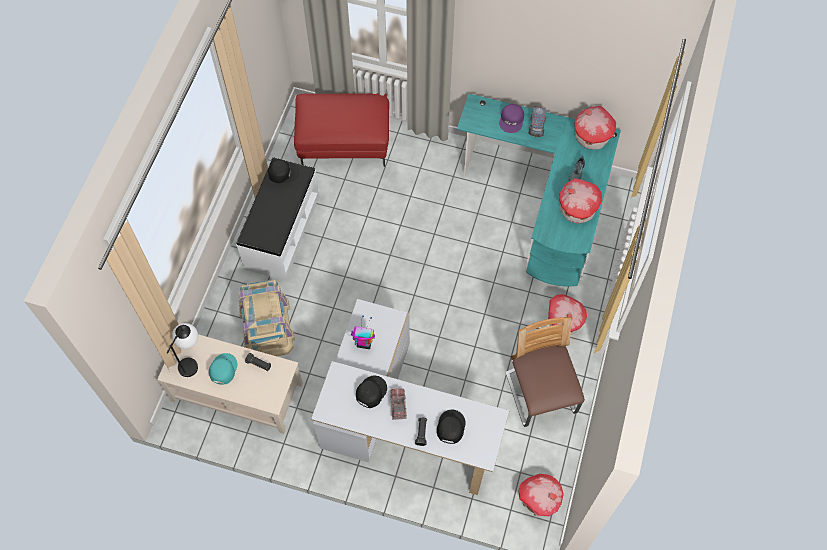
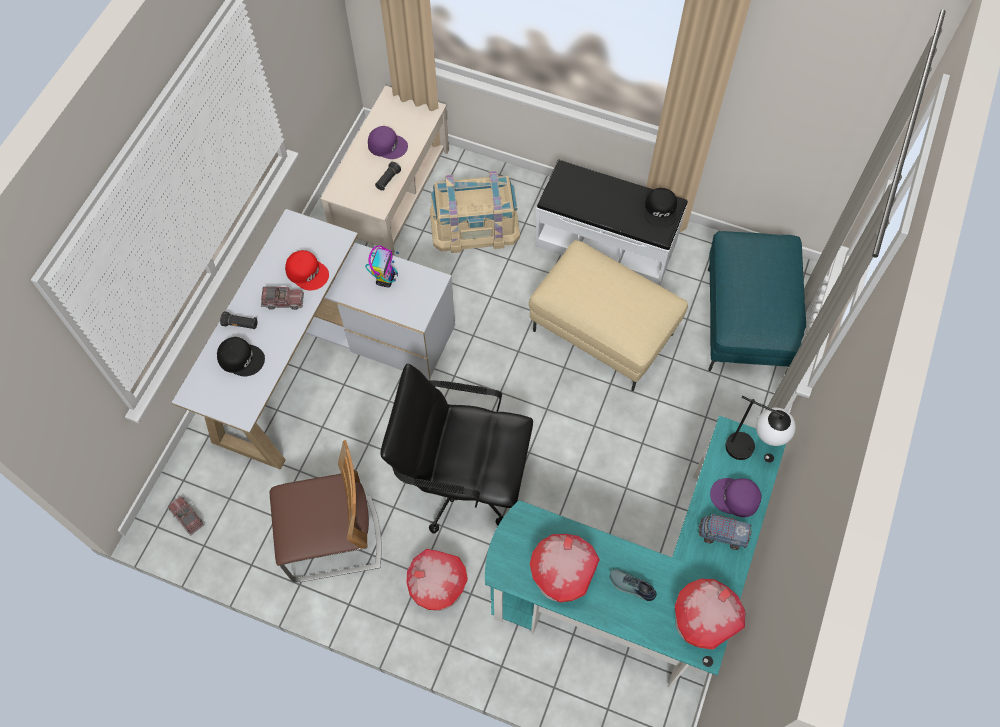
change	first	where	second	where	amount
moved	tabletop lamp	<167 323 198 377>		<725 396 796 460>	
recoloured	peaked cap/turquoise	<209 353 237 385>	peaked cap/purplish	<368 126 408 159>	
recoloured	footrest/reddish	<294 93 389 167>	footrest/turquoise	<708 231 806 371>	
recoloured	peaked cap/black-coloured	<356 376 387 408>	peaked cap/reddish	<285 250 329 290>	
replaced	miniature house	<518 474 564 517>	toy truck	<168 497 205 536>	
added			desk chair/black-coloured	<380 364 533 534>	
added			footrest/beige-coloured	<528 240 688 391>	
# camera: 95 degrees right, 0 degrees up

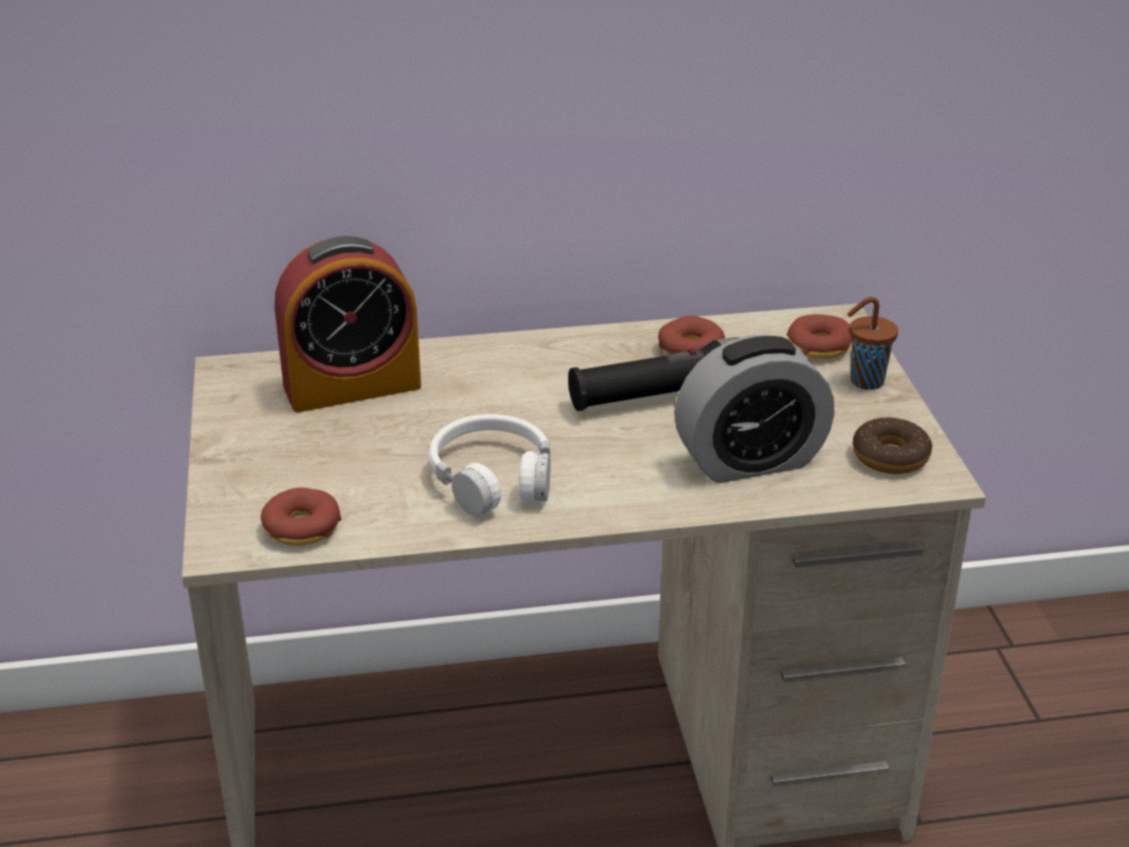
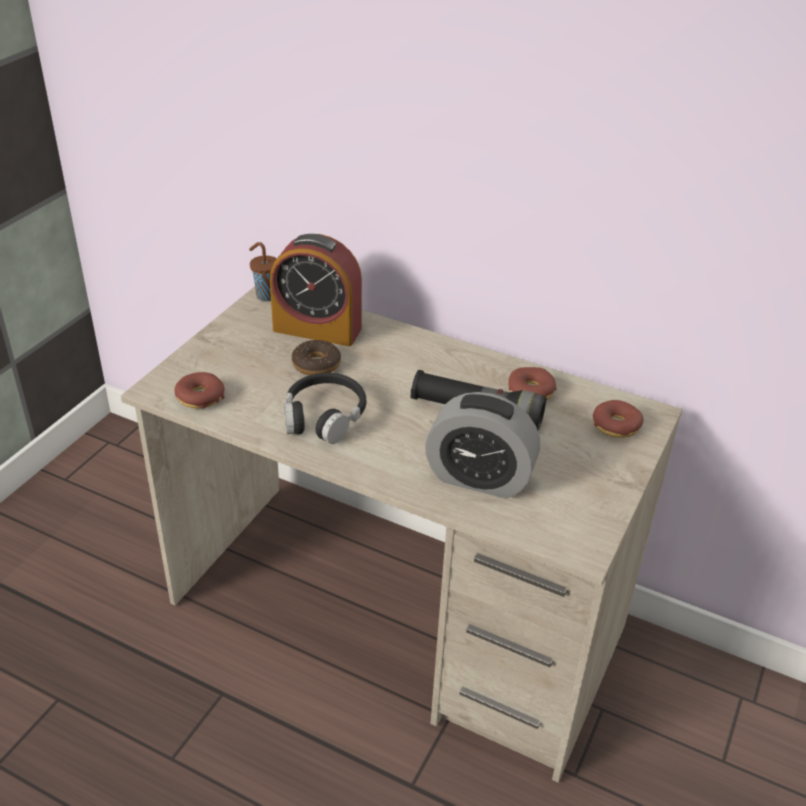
change	first	where	second	where	amount
recoloured	headphones/white-coloured	<428 414 550 516>	headphones/black-coloured	<284 373 366 444>	
moved	drinking cup/brownish	<847 297 898 390>		<249 242 277 301>	
moved	doughnut	<853 417 932 474>		<292 340 341 375>	
# camera: 35 degrees right, 5 degrees up

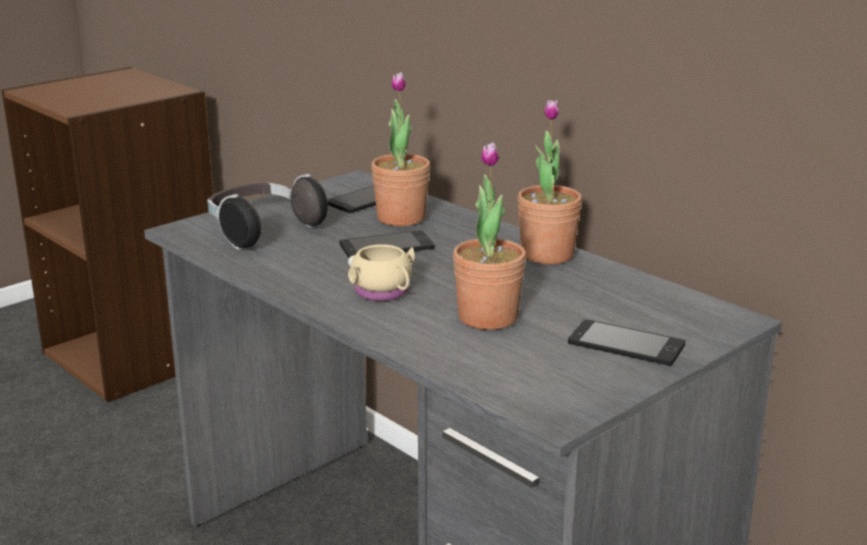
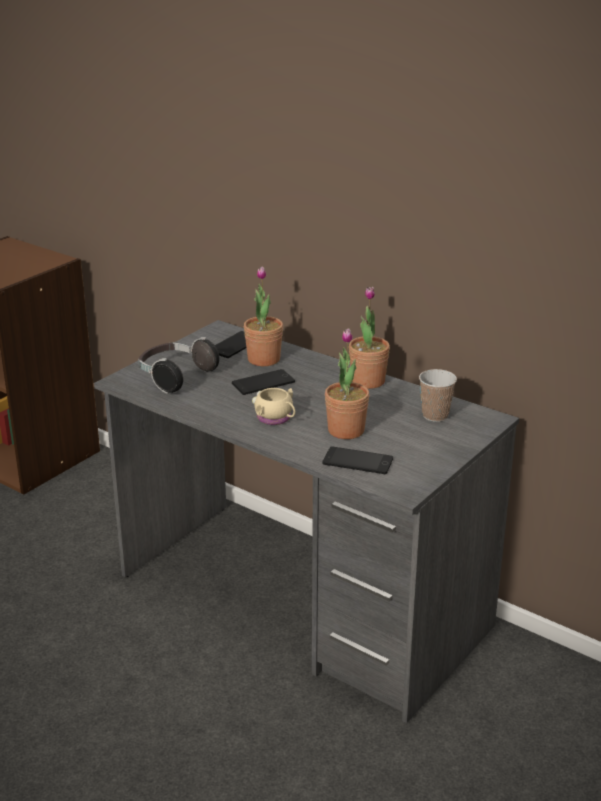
change	first	where	second	where	amount
moved	handset	<568 320 685 366>		<322 447 393 474>	
added			drinking cup	<419 369 457 422>	
# camera: 10 degrees left, 5 degrees up

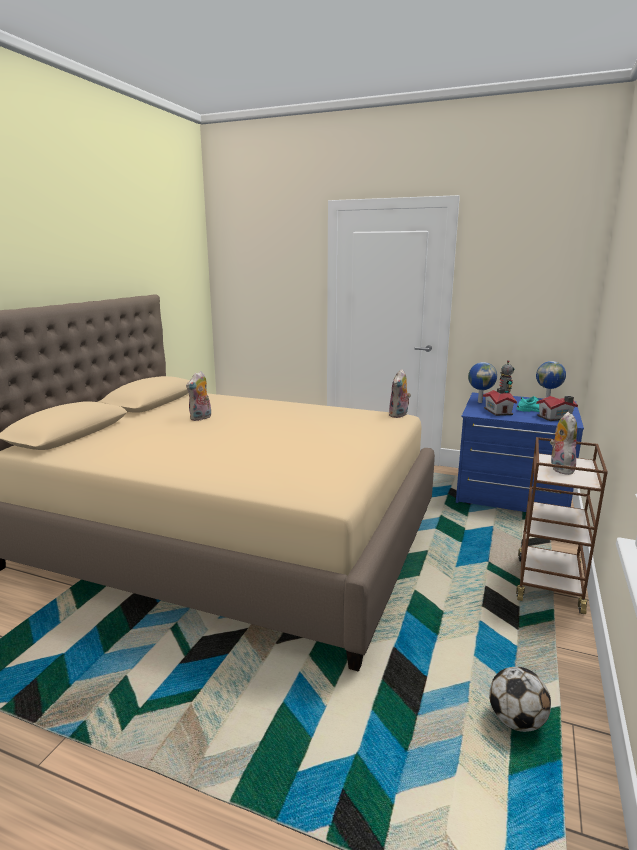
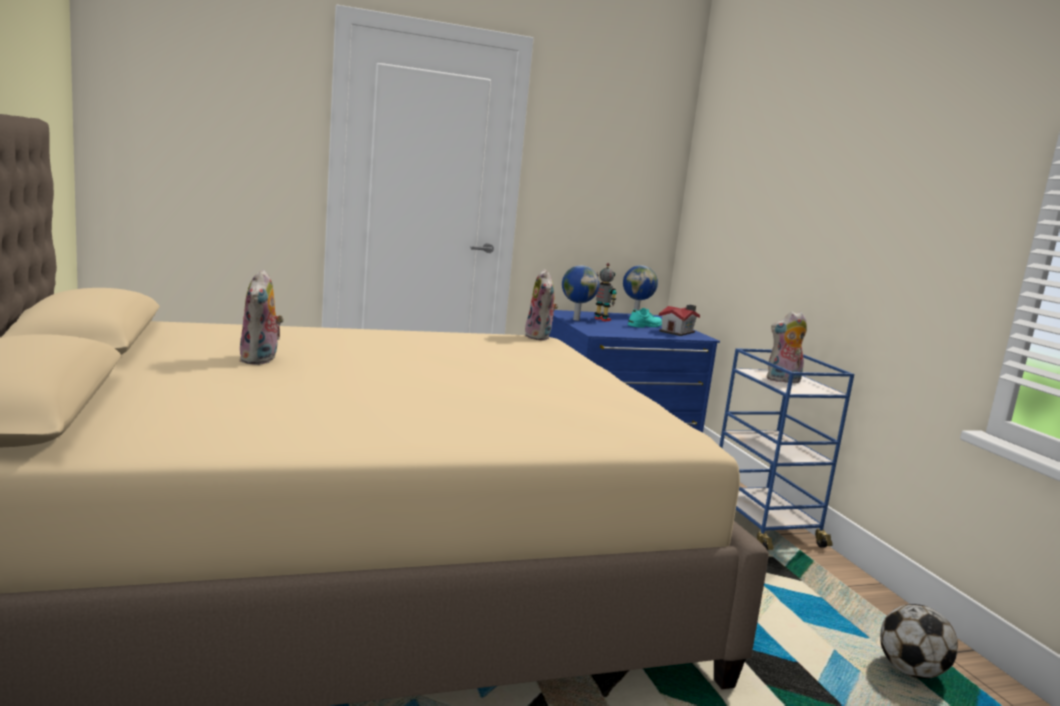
change	first	where	second	where	amount
removed	miniature house	<483 388 517 416>			
recoloured	wheeled cart/brownish	<516 437 608 614>	wheeled cart/blue	<719 348 854 551>	
turned	soft toy	<550 412 577 475>		<767 312 807 383>	75 degrees counterclockwise
# camera: 40 degrees left, 5 degrees down

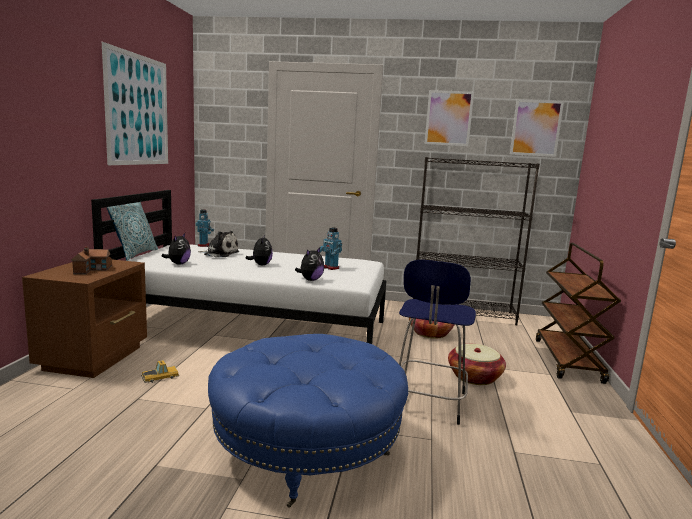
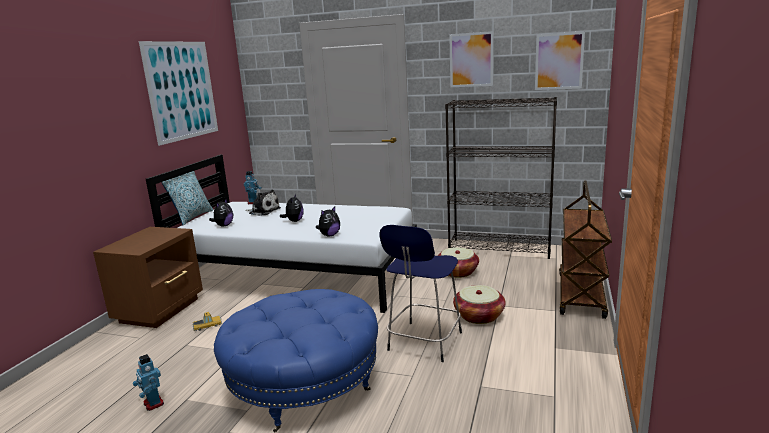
change	first	where	second	where	amount
removed	miniature house	<71 246 112 274>			
moved	robot figure	<320 227 342 270>		<133 354 164 411>	
# camera: 10 degrees right, 5 degrees up

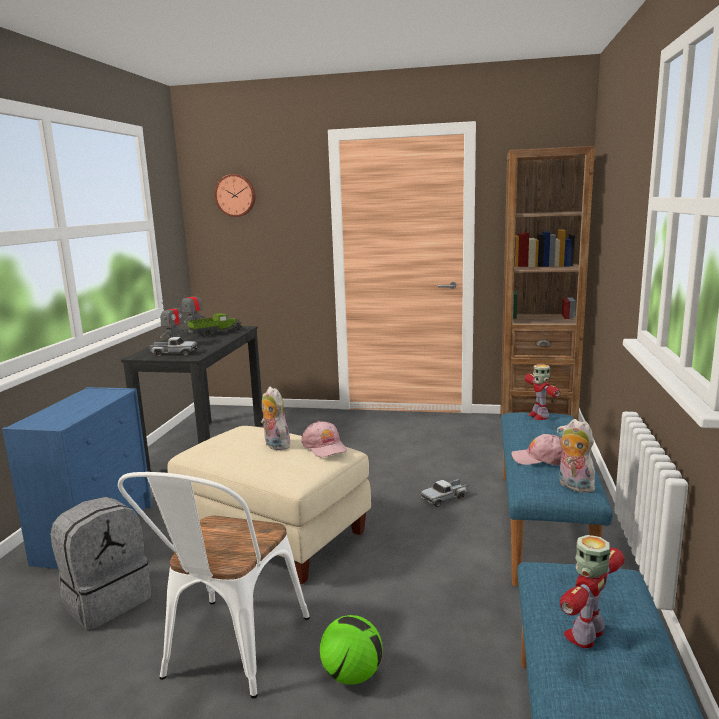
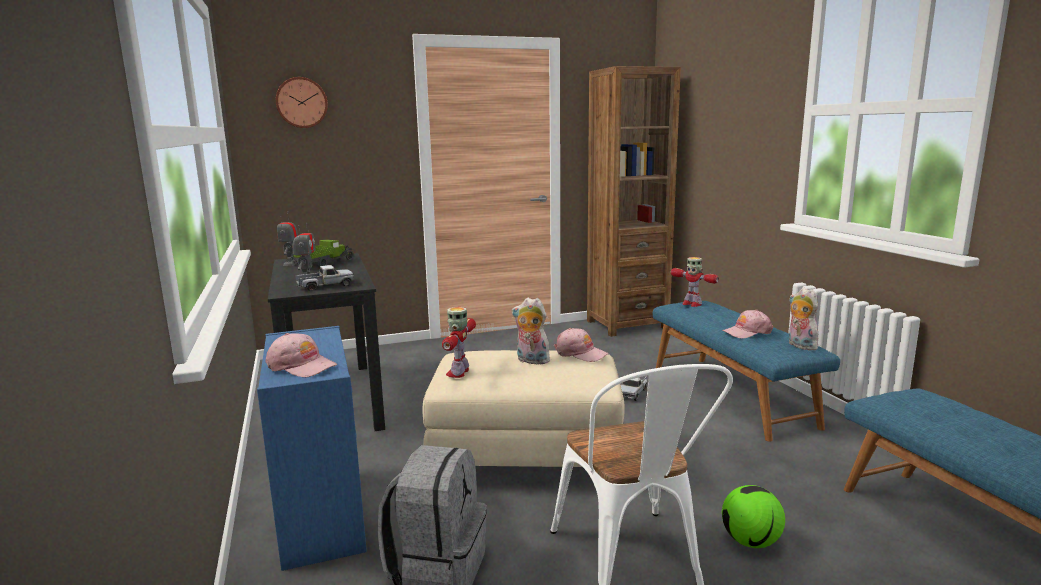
change	first	where	second	where	amount
turned	soft toy	<556 419 597 493>		<789 288 818 350>	45 degrees clockwise
moved	robot figure	<560 535 625 648>		<442 307 476 378>	
added			peaked cap/pink-coloured	<266 333 337 378>	
# camera: 30 degrees left, 0 degrees up

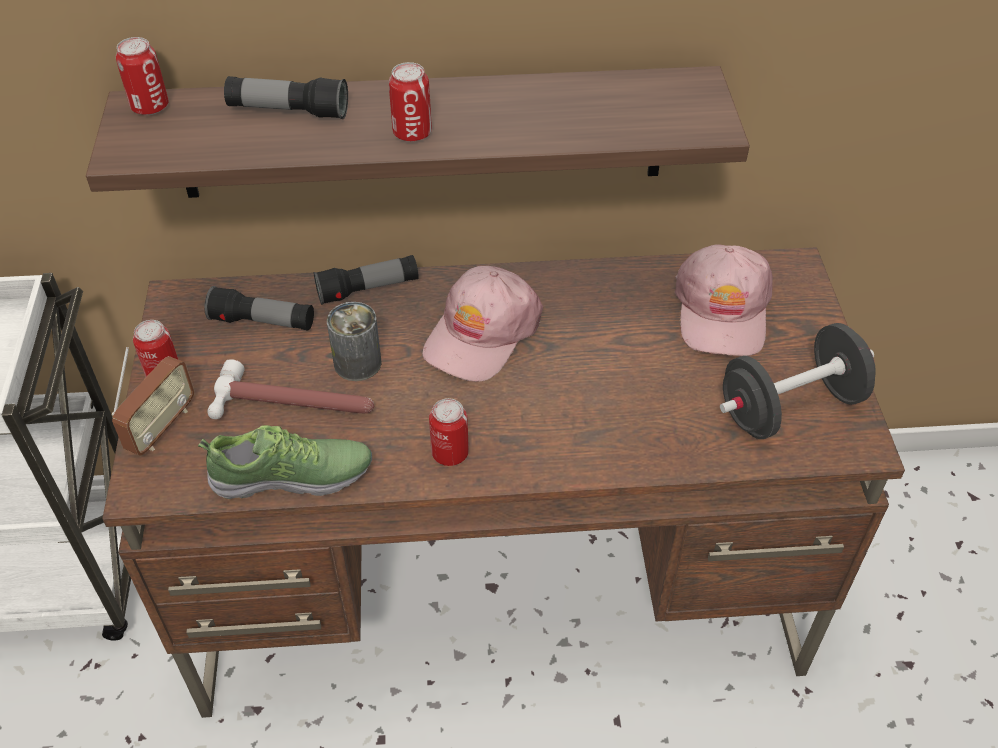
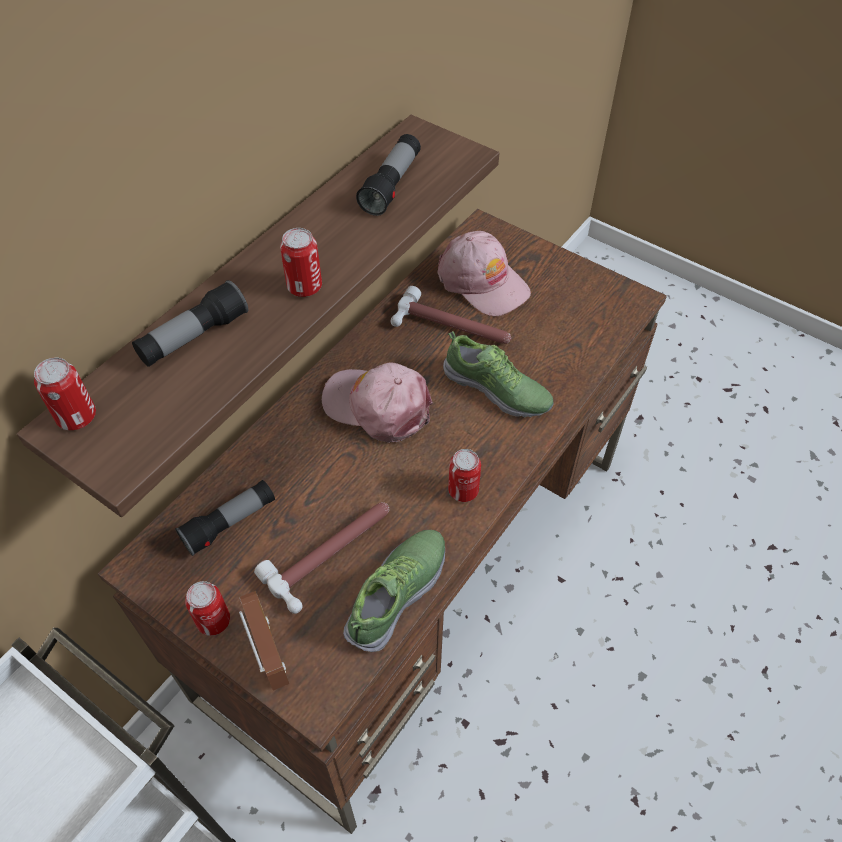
change	first	where	second	where	amount
moved	torch	<314 255 419 305>		<356 134 421 216>	
removed	sealed can	<327 302 382 381>			
turned	peaked cap/pink-coloured	<423 266 543 382>		<322 362 433 443>	135 degrees clockwise
removed	free weight/black-coloured	<720 323 876 439>			
added			hammer	<391 286 511 344>	
added			shoe	<443 331 554 417>	
# camera: 50 degrees left, 5 degrees up

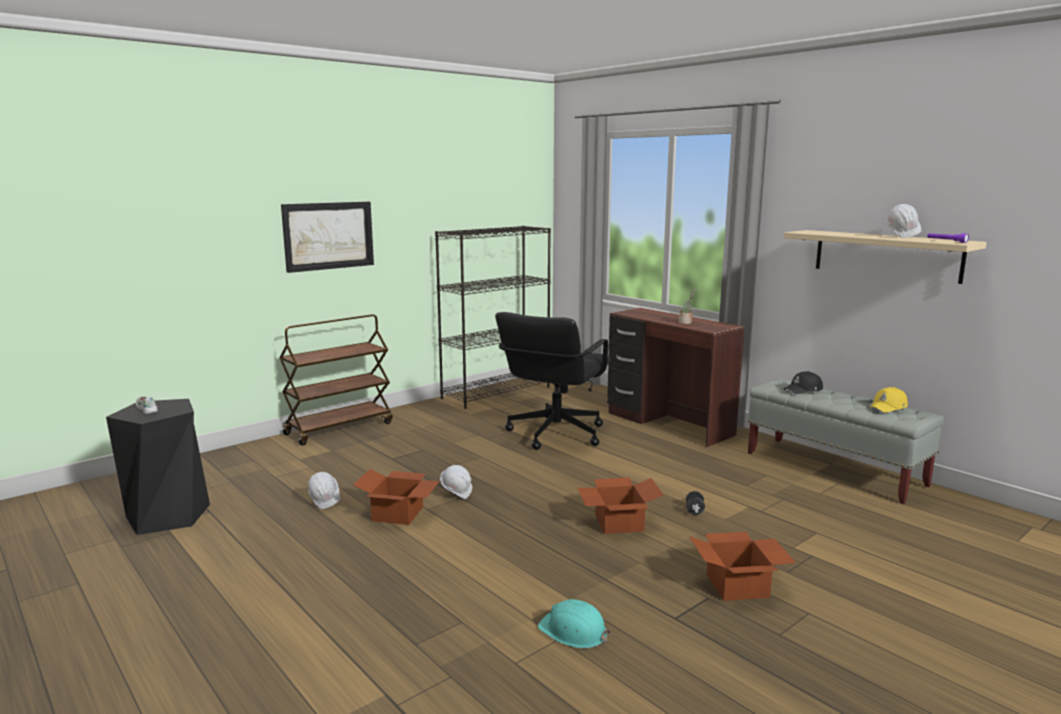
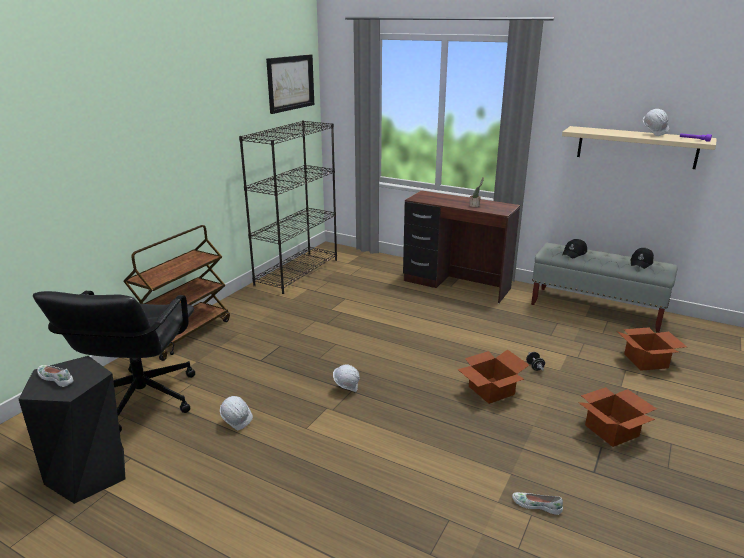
change	first	where	second	where	amount
moved	wall art	<281 202 374 273>		<266 54 314 114>	
moved	packing box	<353 469 440 525>		<617 328 687 371>	
moved	desk chair/black-coloured	<495 312 611 450>		<33 291 195 432>	
replaced	safety helmet/turquoise	<538 599 611 649>	shoe/white-coloured	<512 492 563 515>	
recoloured	peaked cap/yellow-coloured	<870 387 908 413>	peaked cap/black-coloured	<631 248 654 269>	
# camera: 20 degrees left, 10 degrees up

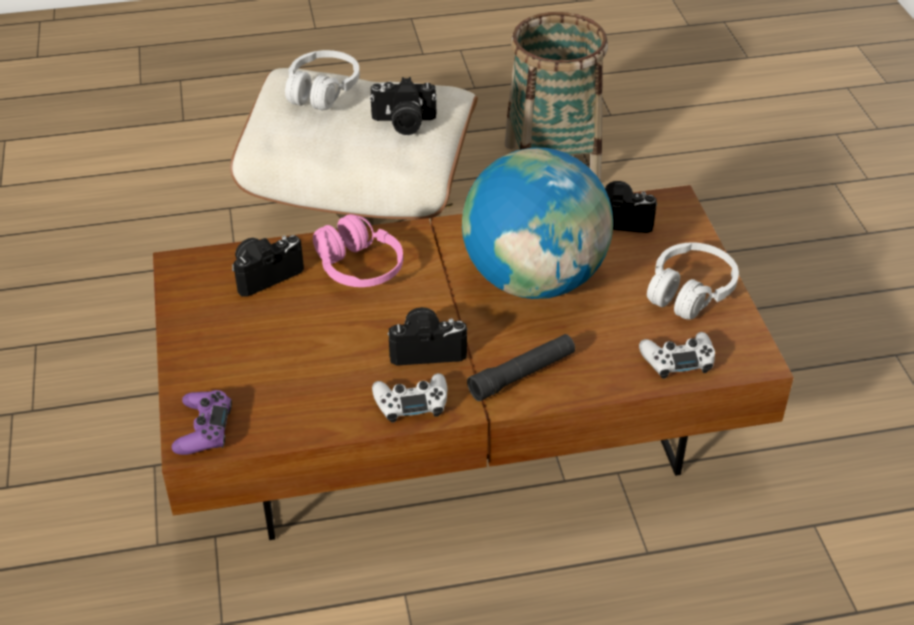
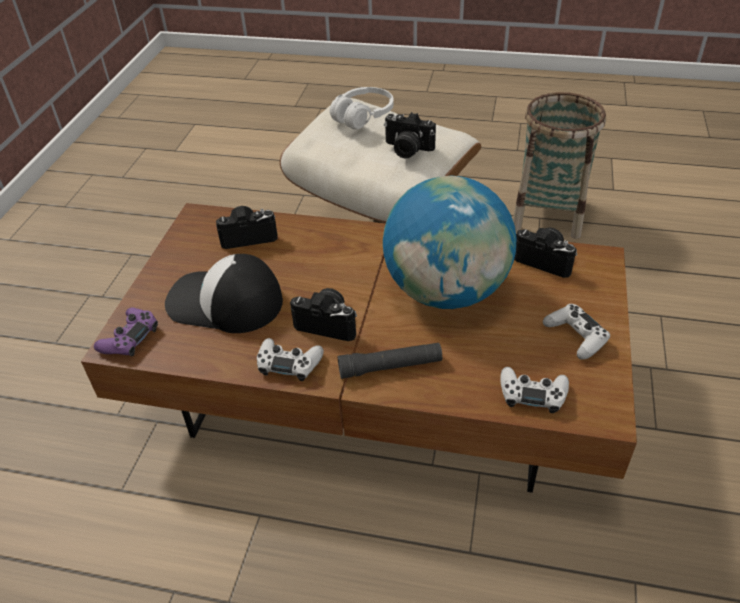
change	first	where	second	where	amount
removed	headphones/pink-coloured	<313 214 403 287>			
replaced	headphones/white-coloured	<647 242 739 319>	game controller/white-coloured	<543 304 610 360>	
added			peaked cap	<165 254 283 333>	
# camera: 25 degrees right, 0 degrees up

